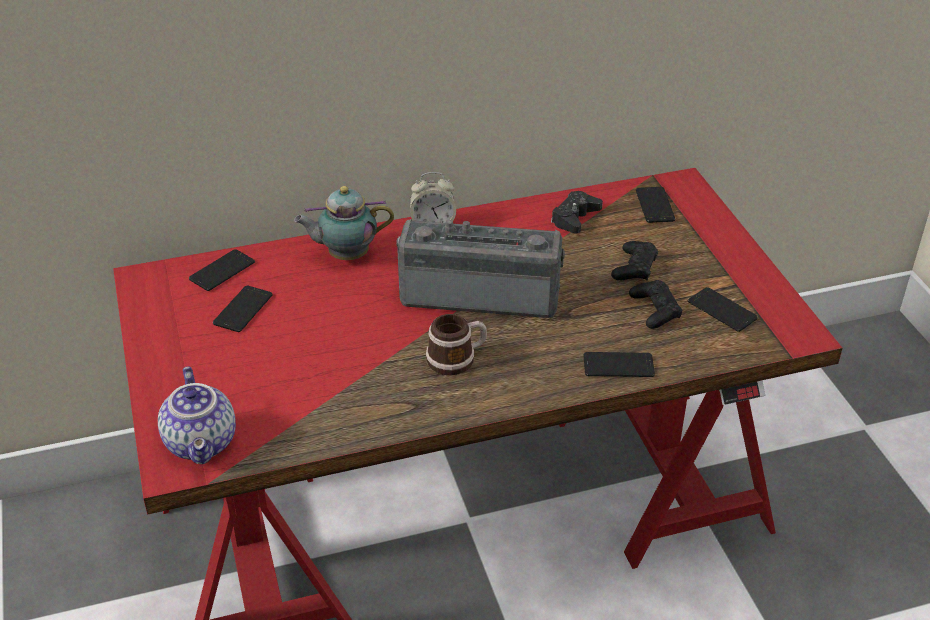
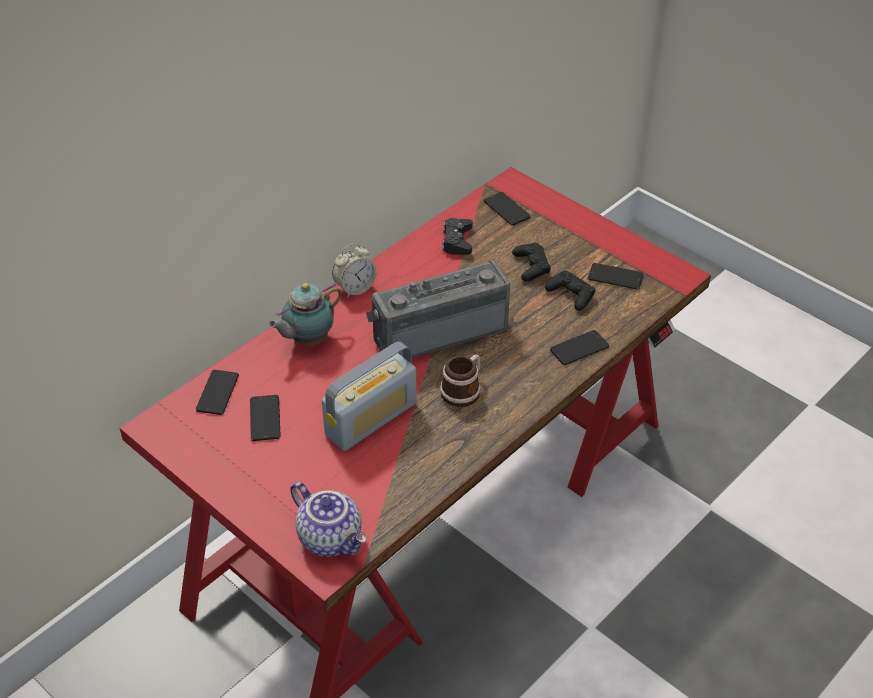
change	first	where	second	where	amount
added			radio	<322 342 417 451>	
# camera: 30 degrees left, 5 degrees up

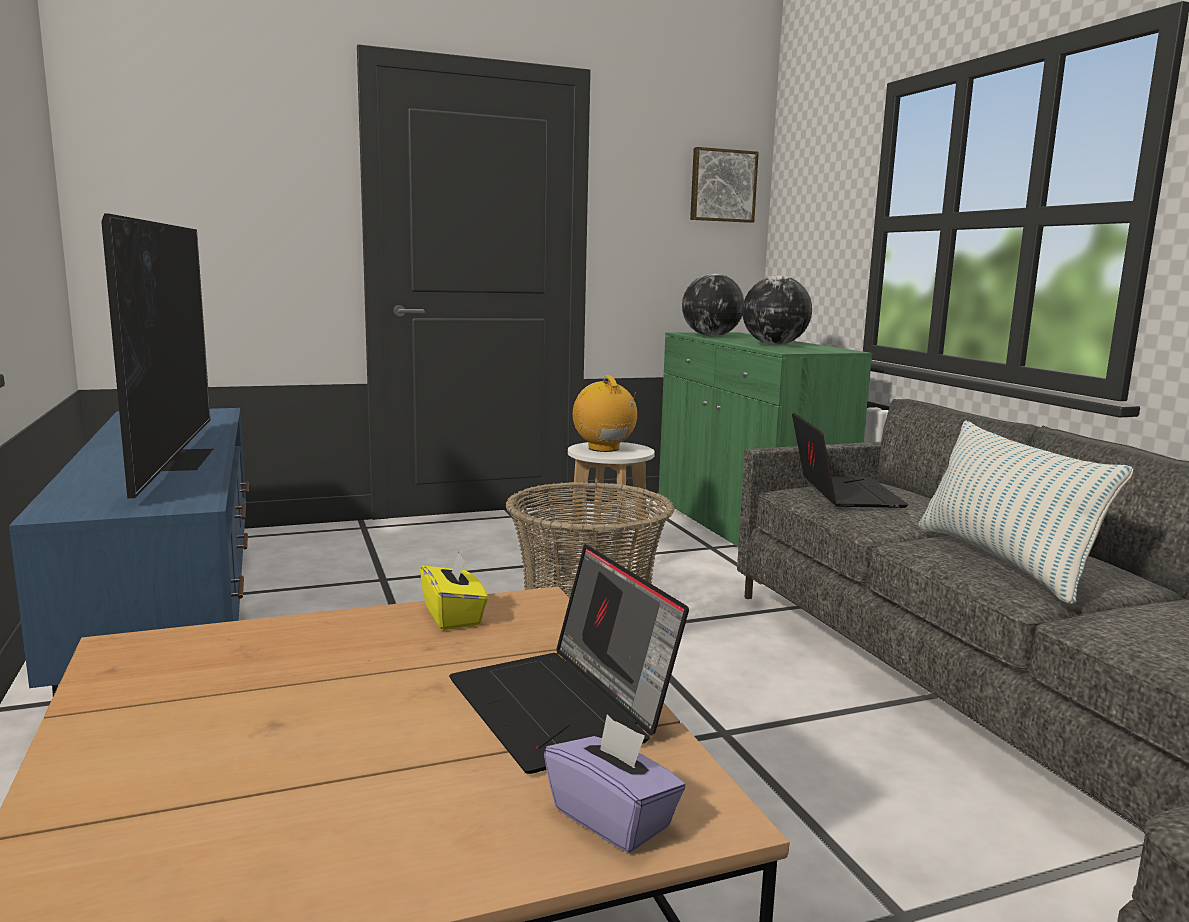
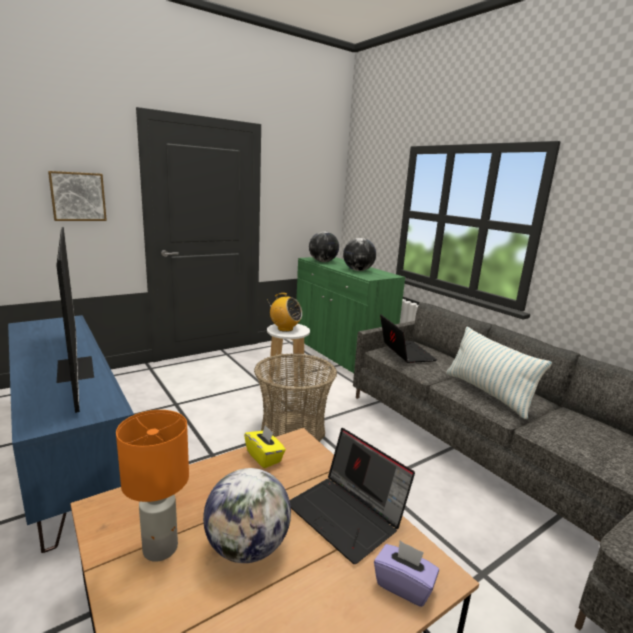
change	first	where	second	where	amount
turned	radio	<573 375 637 452>		<267 293 302 332>	150 degrees clockwise
moved	wall art	<690 147 759 223>		<48 171 107 221>	
added			tabletop lamp/orangey	<116 410 189 562>	
added			desk globe	<203 468 291 563>	
# camera: 15 degrees left, 5 degrees up

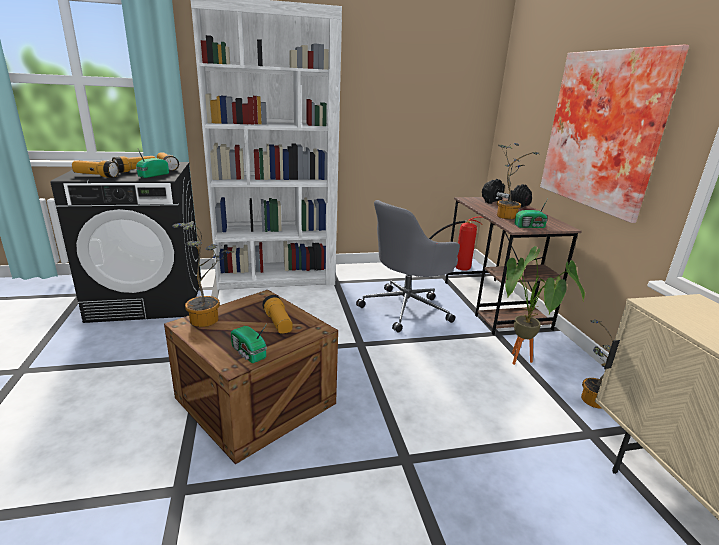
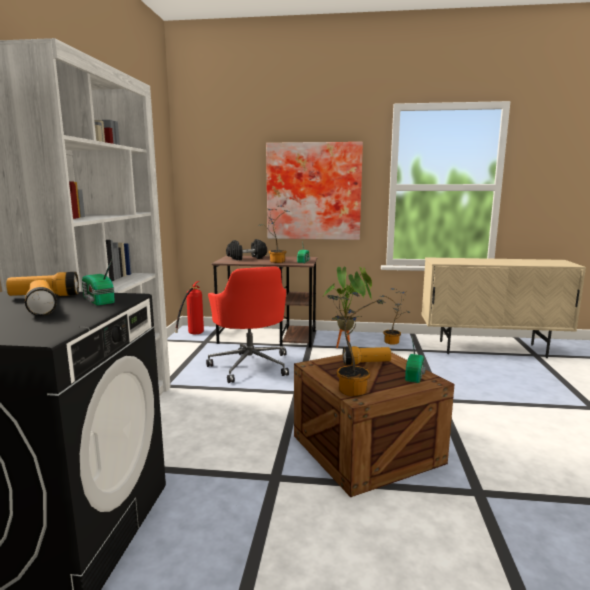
change	first	where	second	where	amount
removed	torch	<72 160 119 178>			
turned	radio	<231 324 267 363>		<405 338 426 383>	45 degrees counterclockwise
recoloured	desk chair/grey	<356 200 460 333>	desk chair/reddish	<206 266 289 383>	
# camera: 70 degrees left, 10 degrees down

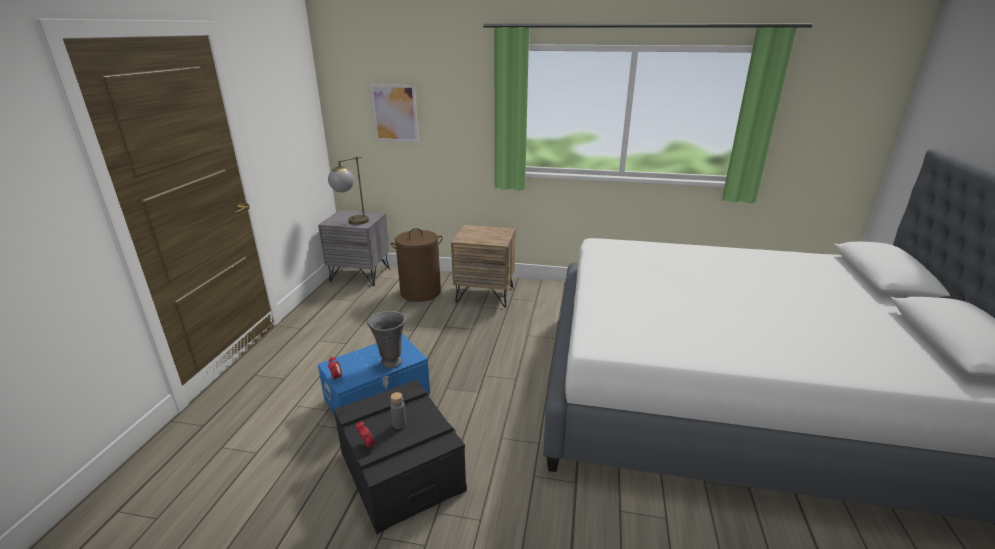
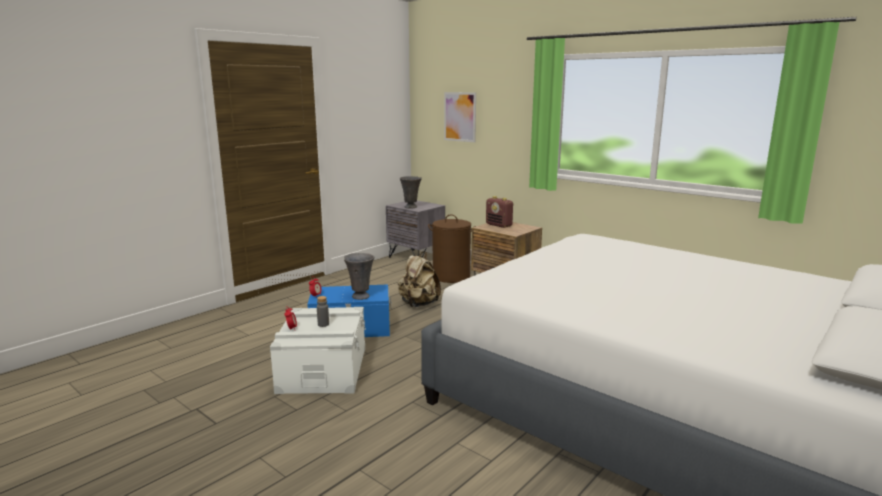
change	first	where	second	where	amount
replaced	tabletop lamp	<328 156 369 225>	vase/grey	<400 176 422 209>	
recoloured	storage box/black-coloured	<333 379 467 534>	storage box/white-coloured	<270 307 366 394>	
added			backpack/beige-coloured	<398 251 441 307>	
added			radio	<486 196 513 228>	
# camera: 30 degrees right, 10 degrees down

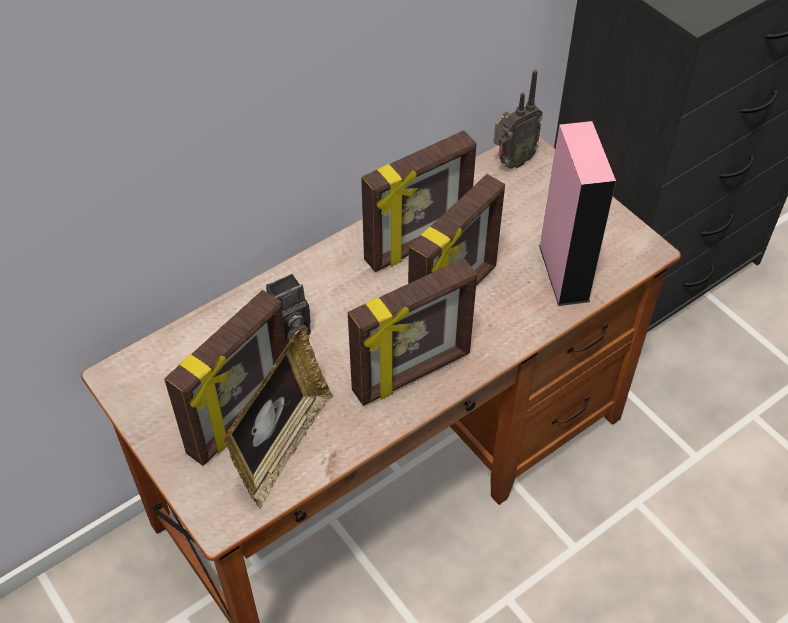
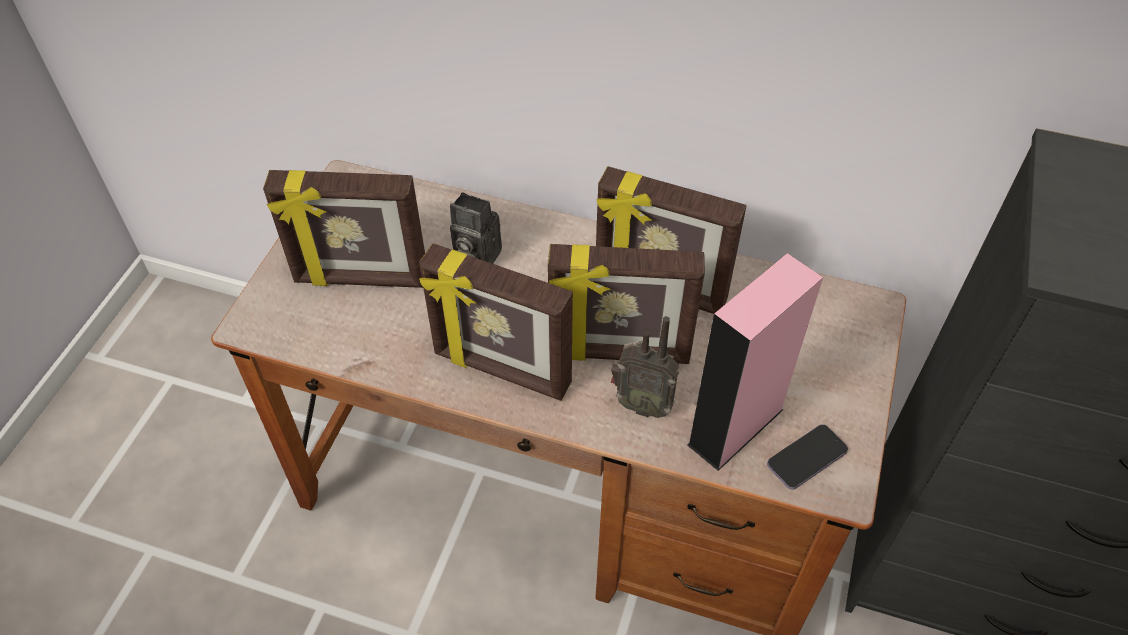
change	first	where	second	where	amount
removed	standing frame	<224 327 333 508>			
moved	radio	<494 70 543 169>		<611 316 679 418>	
added			handset	<767 424 848 490>	
# camera: 55 degrees right, 0 degrees up

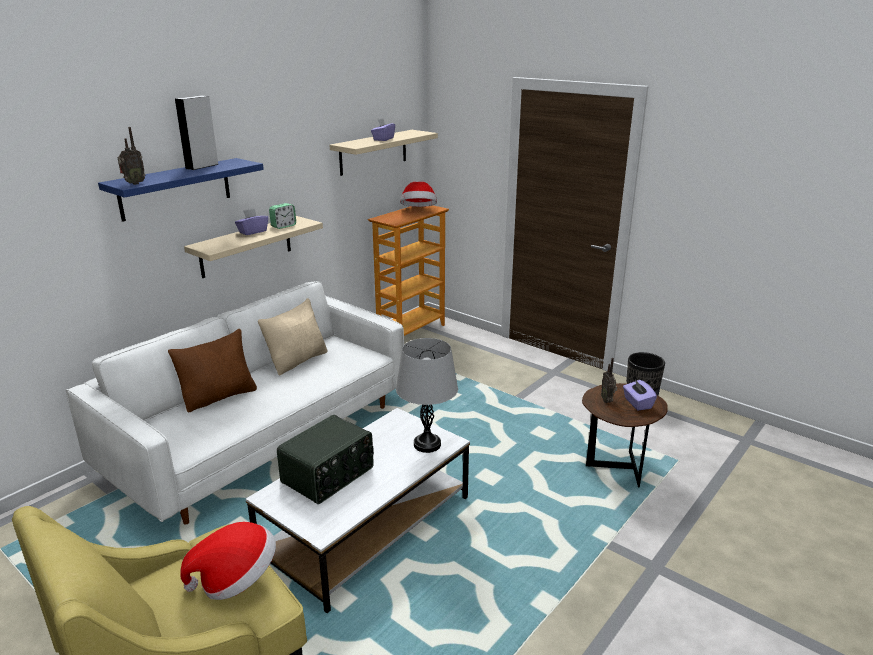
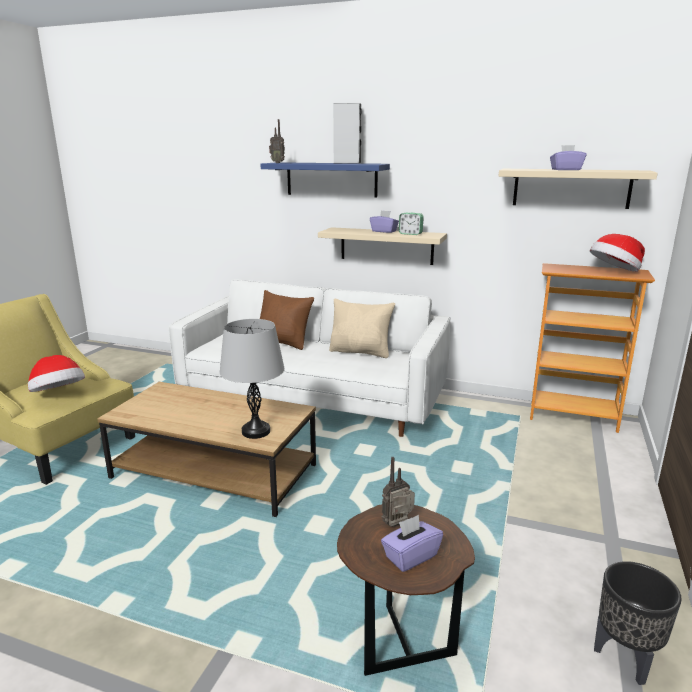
change	first	where	second	where	amount
recoloured	low table/white-coloured	<246 408 470 613>	low table/brownish	<97 382 316 517>	
removed	radio	<277 415 374 504>			
# camera: 70 degrees right, 5 degrees down

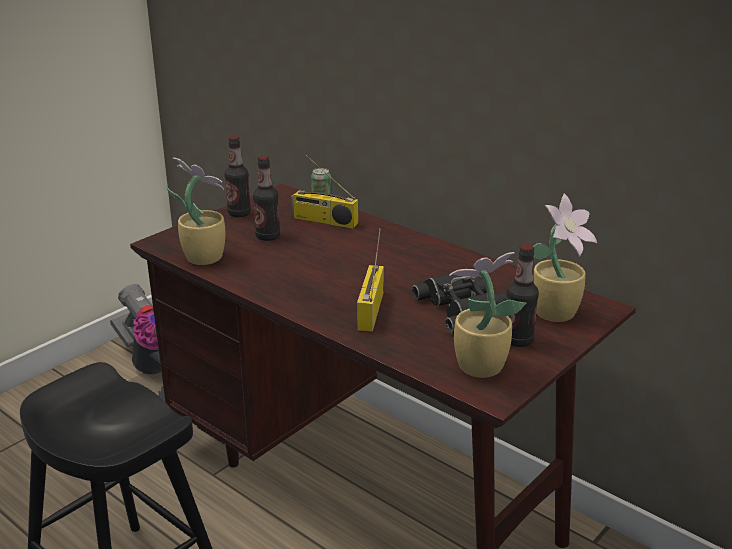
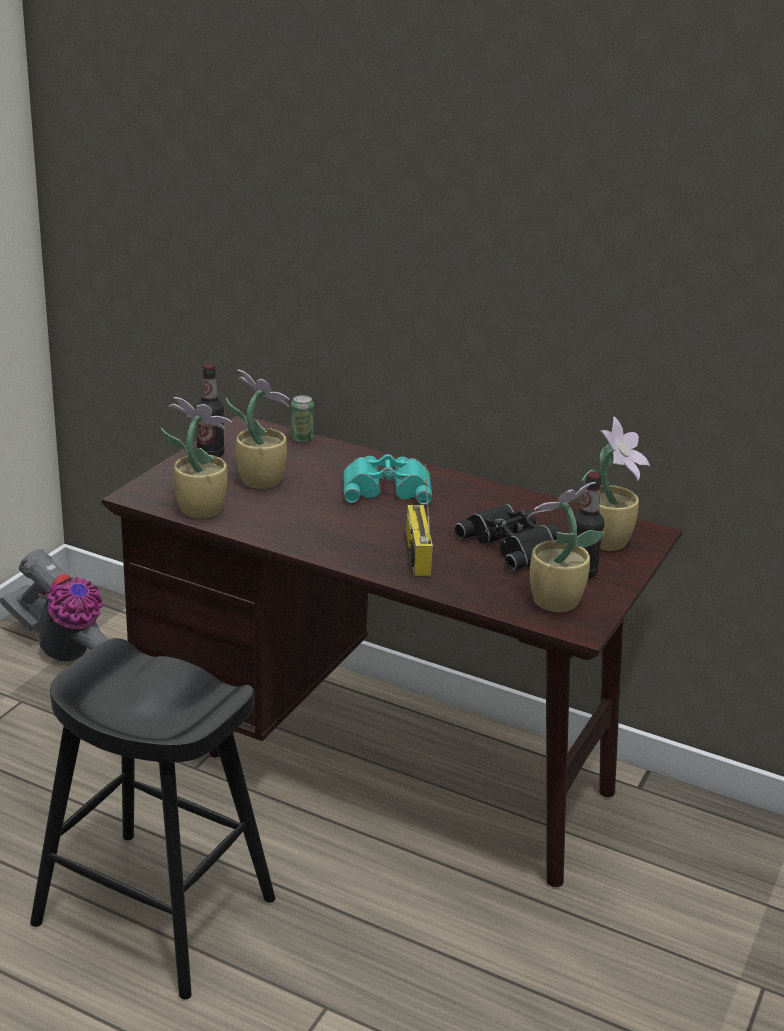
change	first	where	second	where	amount
replaced	bottle	<253 155 280 241>	houseplant	<226 370 289 489>	
removed	radio	<291 155 358 228>			
added			field glasses/turquoise	<343 454 432 505>	
# camera: 15 degrees left, 0 degrees up

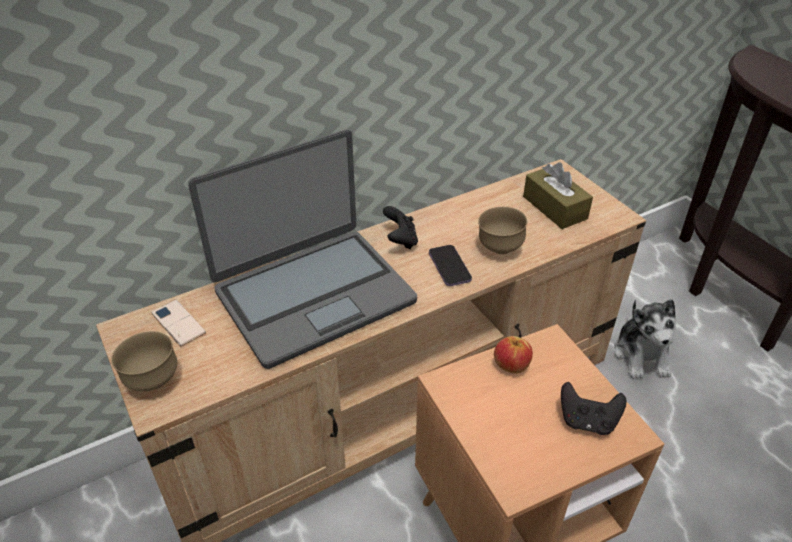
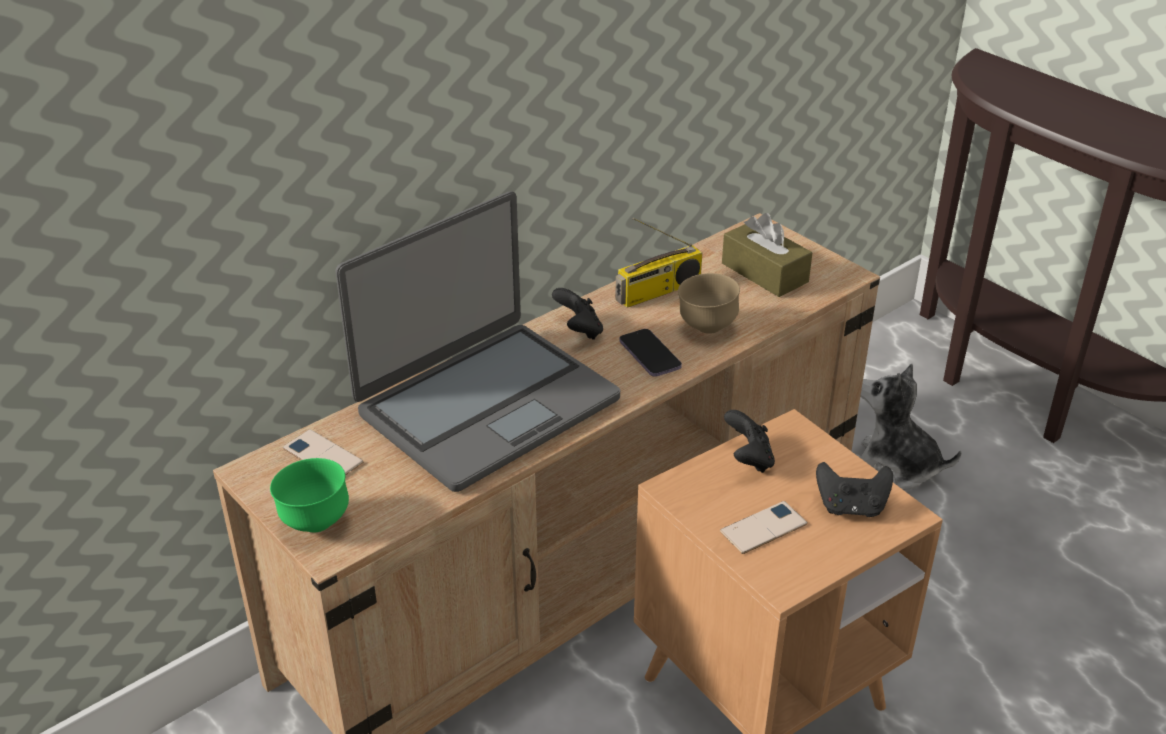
change	first	where	second	where	amount
recoloured	bowl/brownish	<111 331 177 391>	bowl/green	<270 458 349 532>	
replaced	apple fruit	<494 336 533 374>	game controller/black-coloured	<724 410 775 473>	
turned	soft toy	<614 299 676 379>		<856 364 961 490>	135 degrees clockwise
added			radio	<615 218 702 308>	
added			handset	<720 501 808 554>	
# camera: 10 degrees left, 5 degrees down

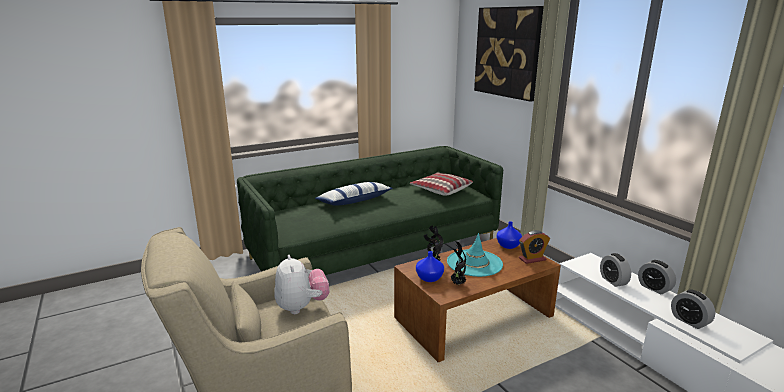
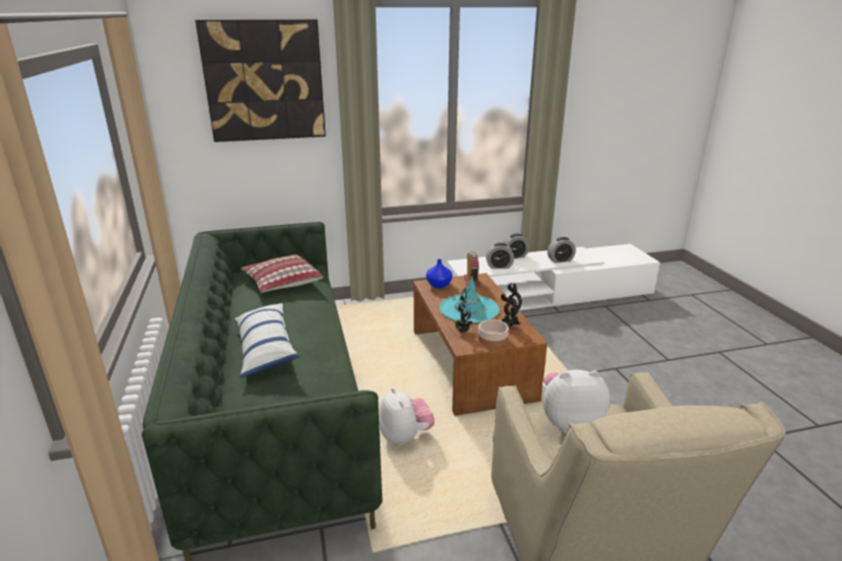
change	first	where	second	where	amount
replaced	vase/blue	<416 251 444 282>	bowl	<478 319 509 347>	
added			soft toy	<379 388 435 445>	
# camera: 75 degrees left, 5 degrees up

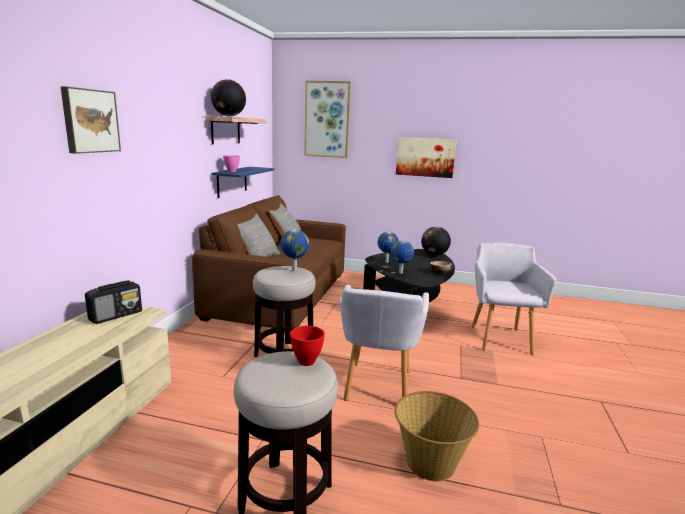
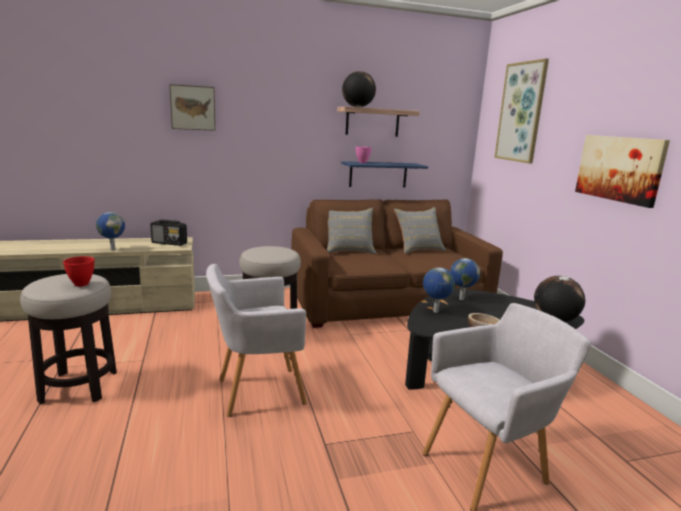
change	first	where	second	where	amount
moved	desk globe	<280 229 309 271>		<96 212 125 250>	
removed	basket	<395 391 479 481>			
# camera: 60 degrees right, 0 degrees up

